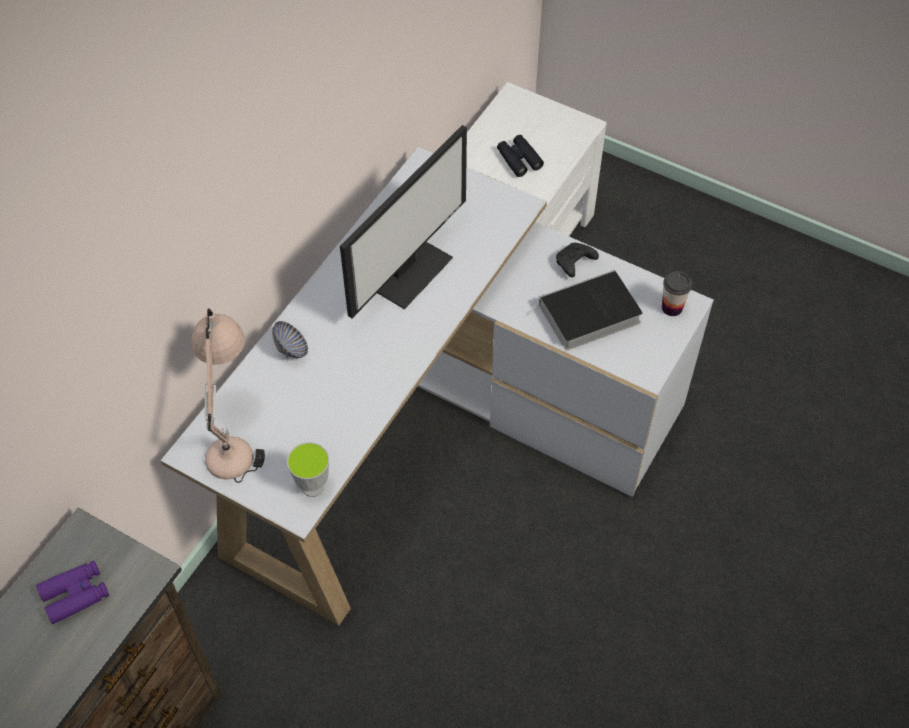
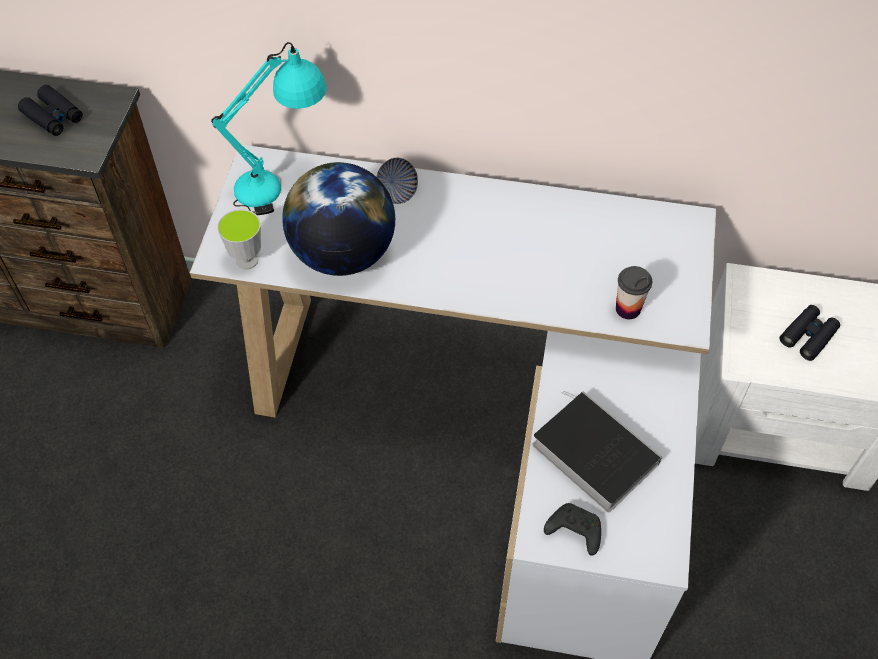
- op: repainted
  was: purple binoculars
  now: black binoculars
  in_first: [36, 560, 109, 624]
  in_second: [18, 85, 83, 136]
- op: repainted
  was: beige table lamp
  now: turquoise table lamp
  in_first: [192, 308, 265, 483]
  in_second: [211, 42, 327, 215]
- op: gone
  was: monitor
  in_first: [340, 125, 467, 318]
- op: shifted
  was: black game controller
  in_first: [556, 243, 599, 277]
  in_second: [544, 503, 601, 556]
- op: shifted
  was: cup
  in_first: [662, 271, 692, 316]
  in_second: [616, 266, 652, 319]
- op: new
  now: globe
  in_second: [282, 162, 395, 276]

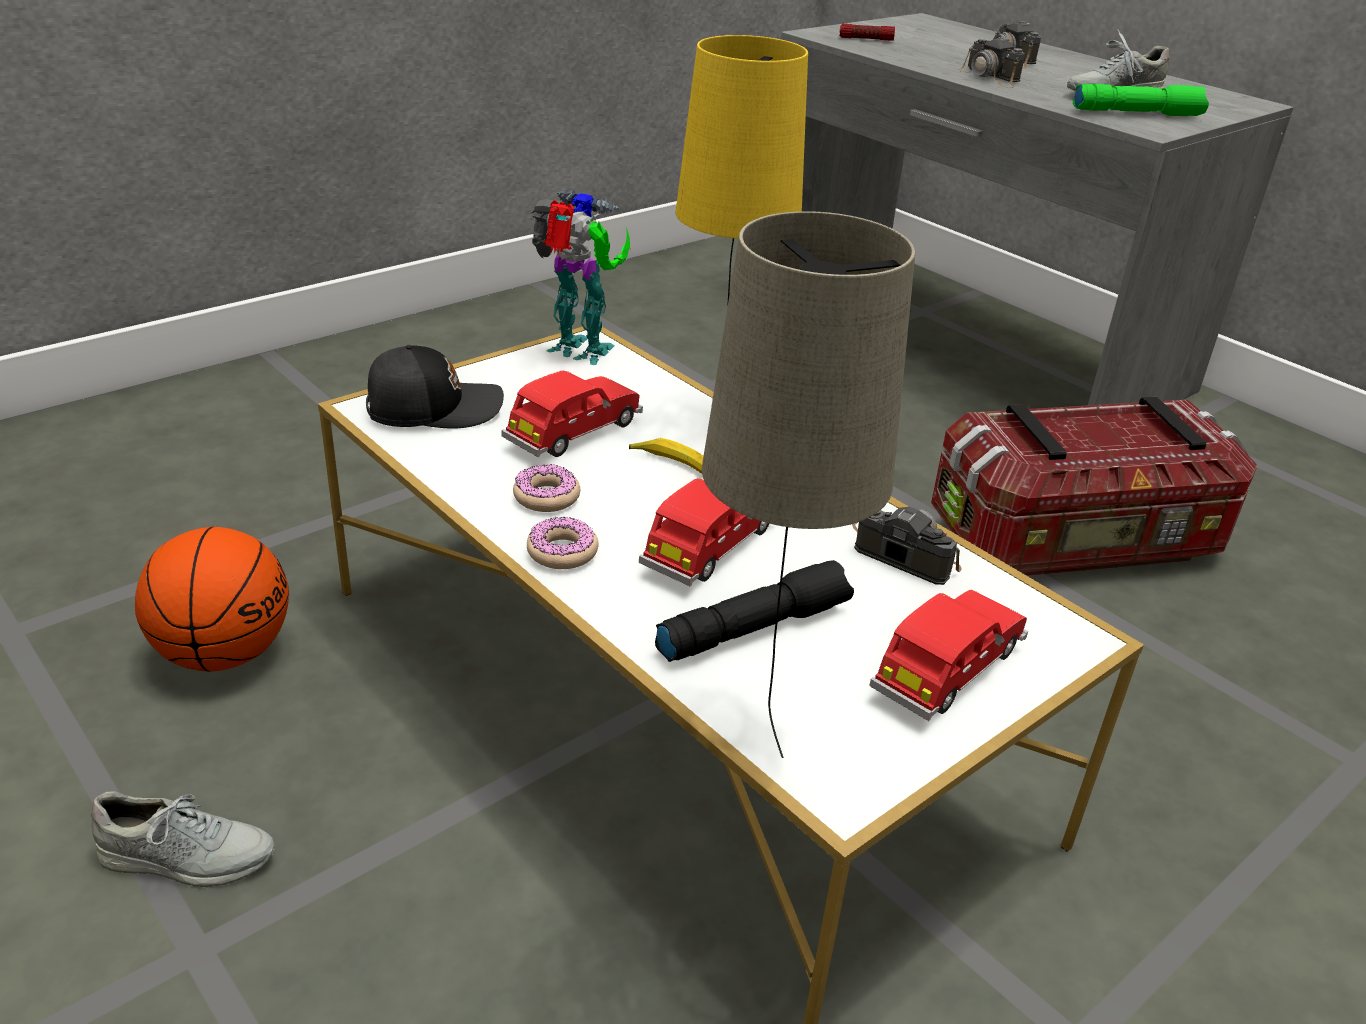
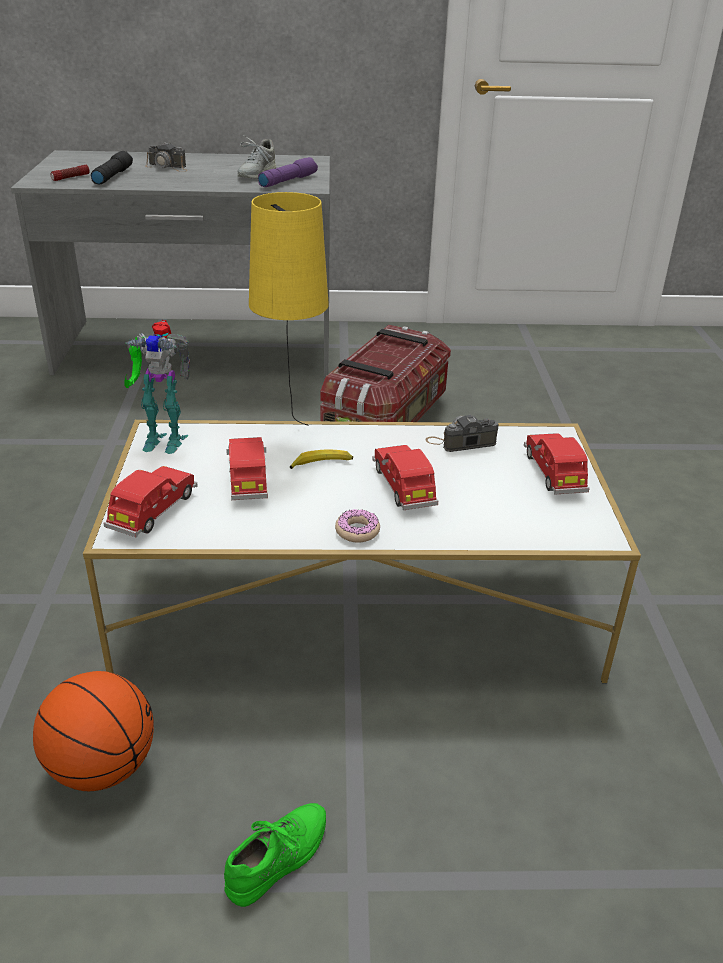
- op: repainted
  was: grey shoe
  now: green shoe
  in_first: [91, 792, 275, 887]
  in_second: [224, 803, 326, 907]
- op: swapped
  was: black cap
  now: red toy car
  in_first: [366, 345, 504, 429]
  in_second: [104, 466, 198, 538]
- op: gone
  was: donut
  in_first: [513, 464, 580, 512]
- op: rotated
  was: toy robot
  in_first: [530, 189, 630, 365]
  in_second: [124, 320, 190, 454]
  clockwise: -150
- op: shifted
  was: black flashlight
  in_first: [655, 560, 854, 662]
  in_second: [91, 151, 133, 184]
- op: gone
  was: beige table lamp
  in_first: [702, 211, 915, 758]
- op: gone
  was: photo camera
  in_first: [958, 37, 1025, 88]
- op: repainted
  was: green flashlight
  now: purple flashlight
  in_first: [1073, 84, 1209, 116]
  in_second: [258, 157, 318, 187]

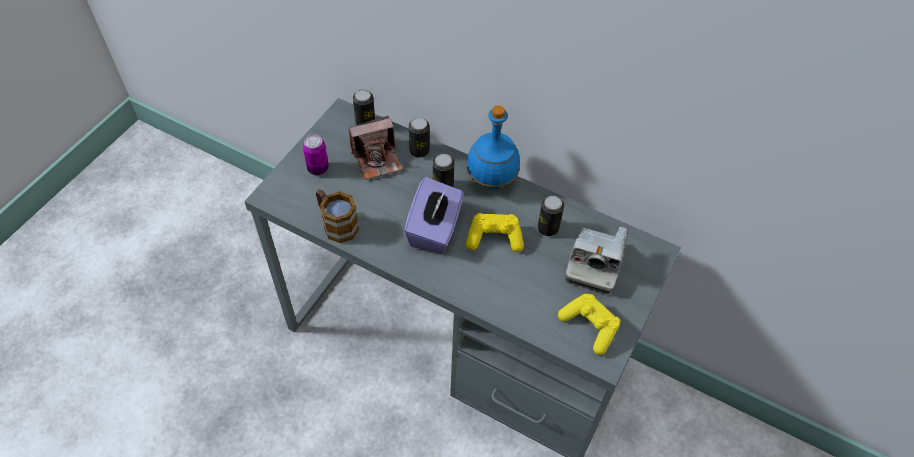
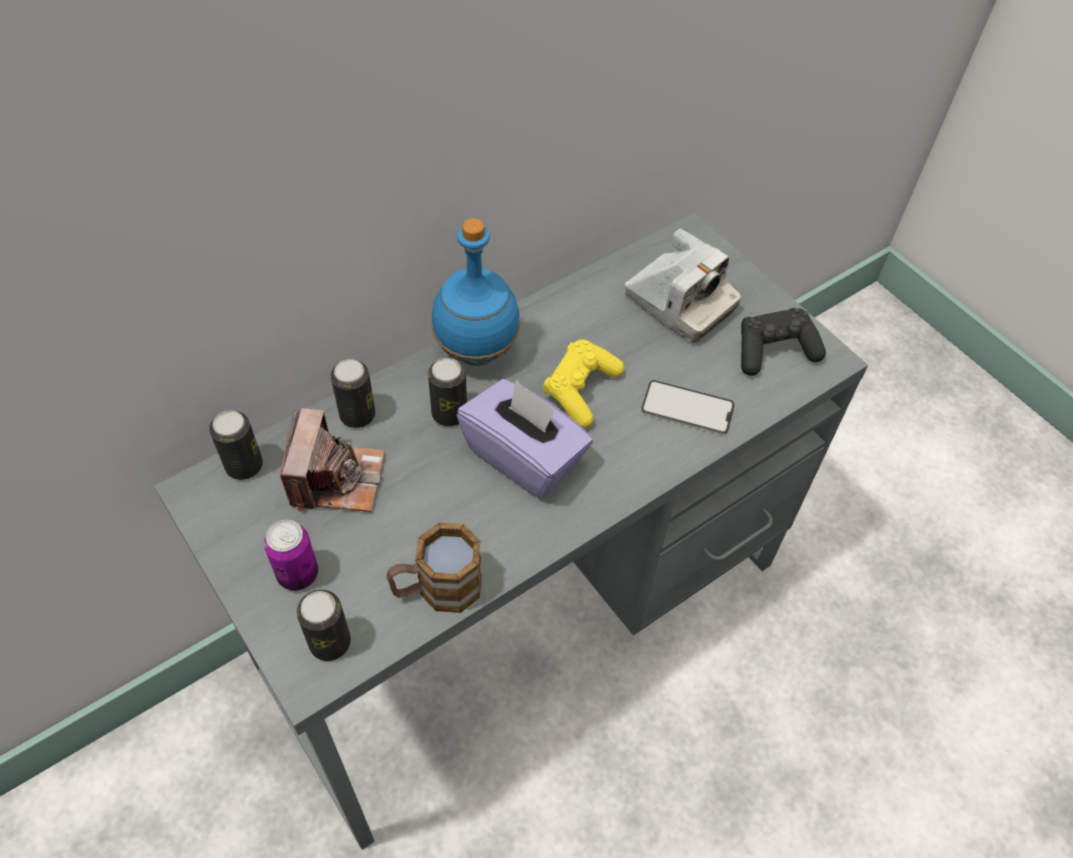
- op: shifted
  was: can
  in_first: [538, 196, 564, 236]
  in_second: [297, 590, 351, 661]
- op: repainted
  was: yellow game controller
  now: black game controller
  in_first: [558, 294, 621, 355]
  in_second: [741, 308, 826, 376]
- op: new
  now: phone
  in_second: [641, 380, 735, 435]

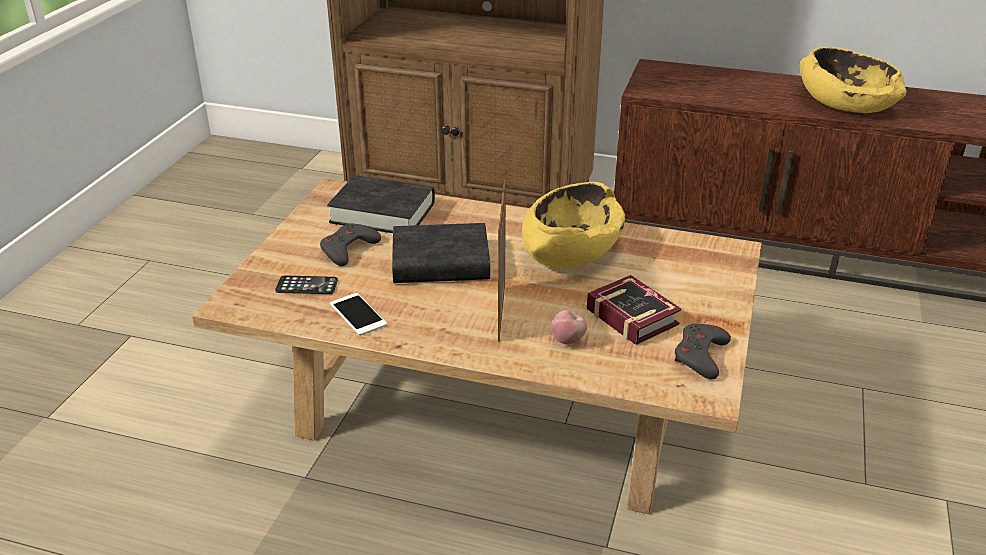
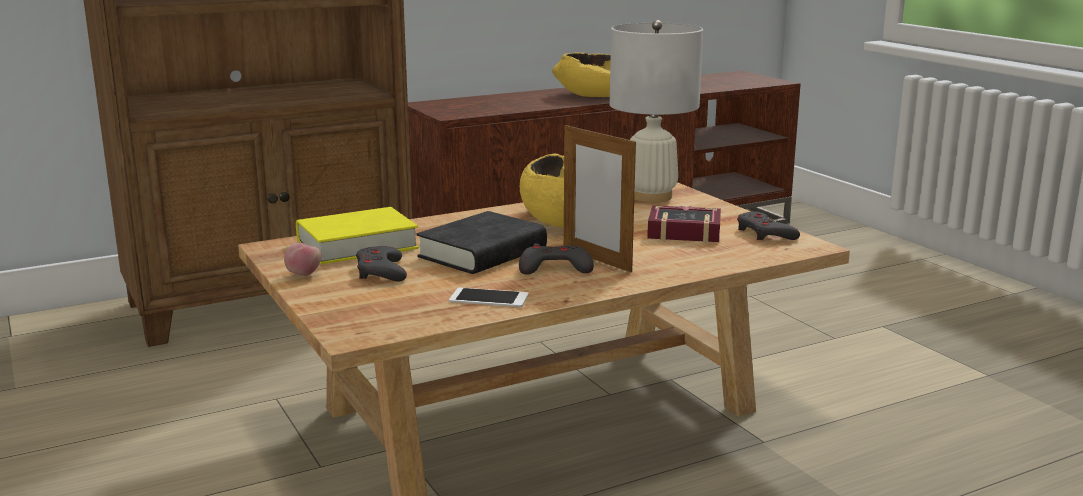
- op: gone
  was: phone
  in_first: [275, 275, 338, 294]
- op: repainted
  was: black book
  now: yellow book
  in_first: [327, 175, 435, 233]
  in_second: [296, 207, 419, 265]
- op: shifted
  was: apple
  in_first: [551, 310, 587, 345]
  in_second: [284, 243, 321, 276]
- op: new
  now: grey game controller
  in_second: [519, 243, 594, 275]
- op: new
  now: white table lamp
  in_second: [610, 20, 703, 202]

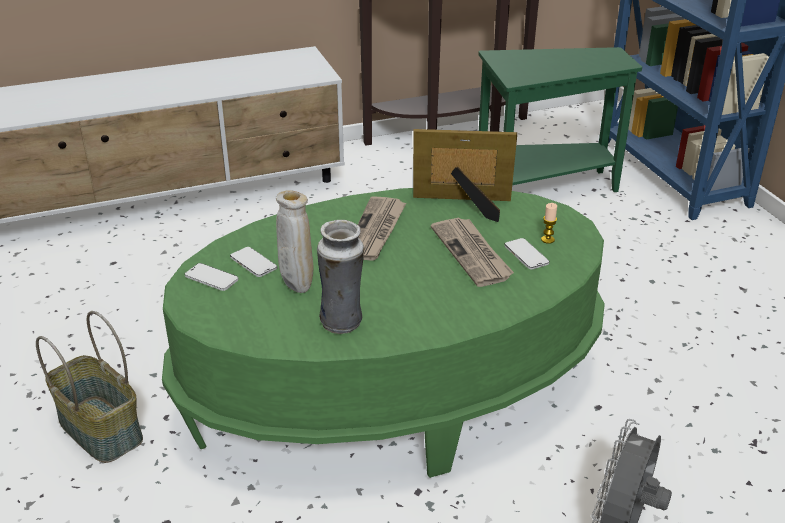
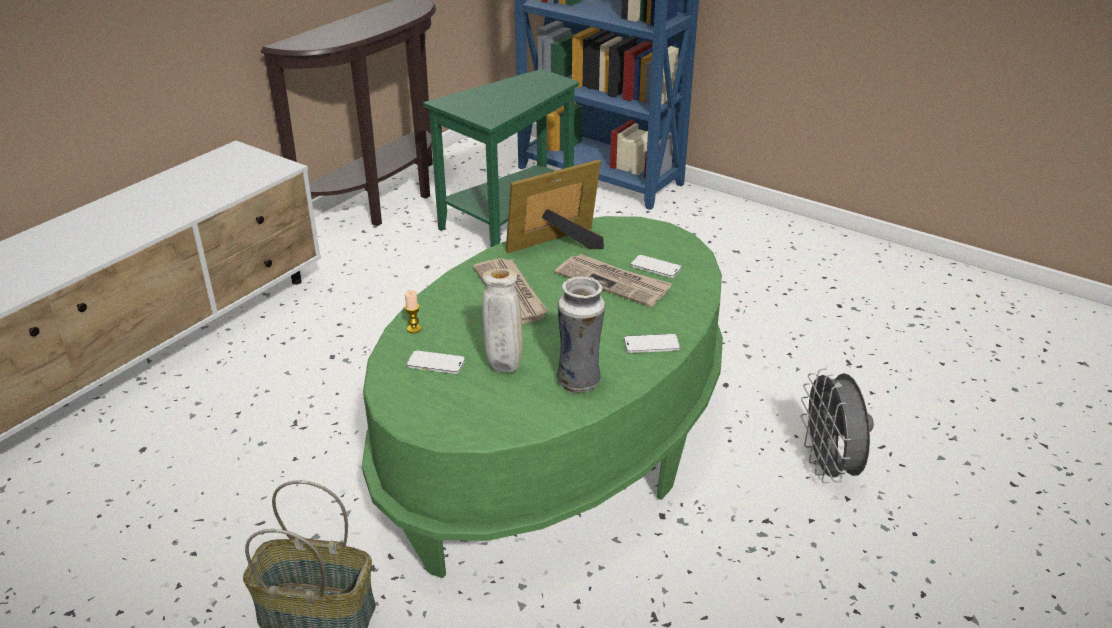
- op: shifted
  was: phone
  in_first: [185, 263, 239, 291]
  in_second: [624, 334, 680, 353]
- op: shifted
  was: candle
  in_first: [541, 203, 557, 244]
  in_second: [405, 290, 421, 333]

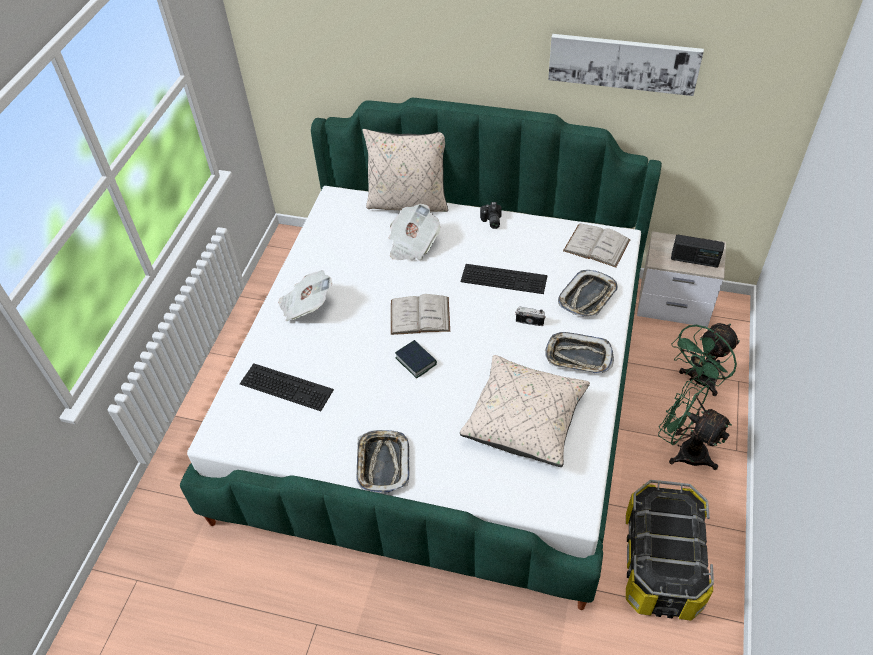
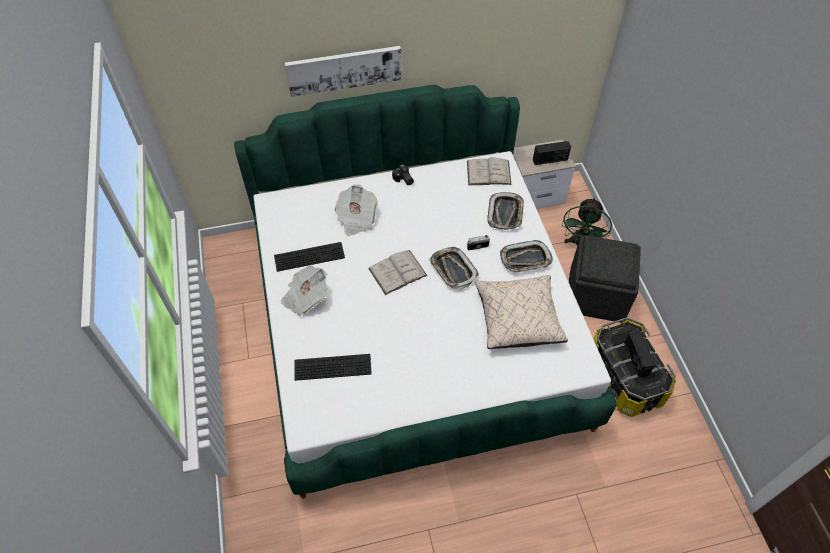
- op: shifted
  was: tray
  in_first: [356, 430, 410, 494]
  in_second: [429, 247, 479, 289]
- op: gone
  was: beige pillow
  in_first: [363, 129, 448, 212]
- op: gone
  was: book
  in_first: [395, 340, 437, 379]
- op: shifted
  was: keyboard
  in_first: [461, 264, 548, 294]
  in_second: [274, 242, 345, 272]
- op: shifted
  was: picture
  in_first: [548, 34, 704, 96]
  in_second: [285, 46, 402, 97]
- op: swapped
  was: green fan
  now: grey ottoman
  in_first: [658, 379, 732, 470]
  in_second: [569, 235, 641, 323]
- op: new
  now: radio
  in_second: [624, 330, 655, 377]

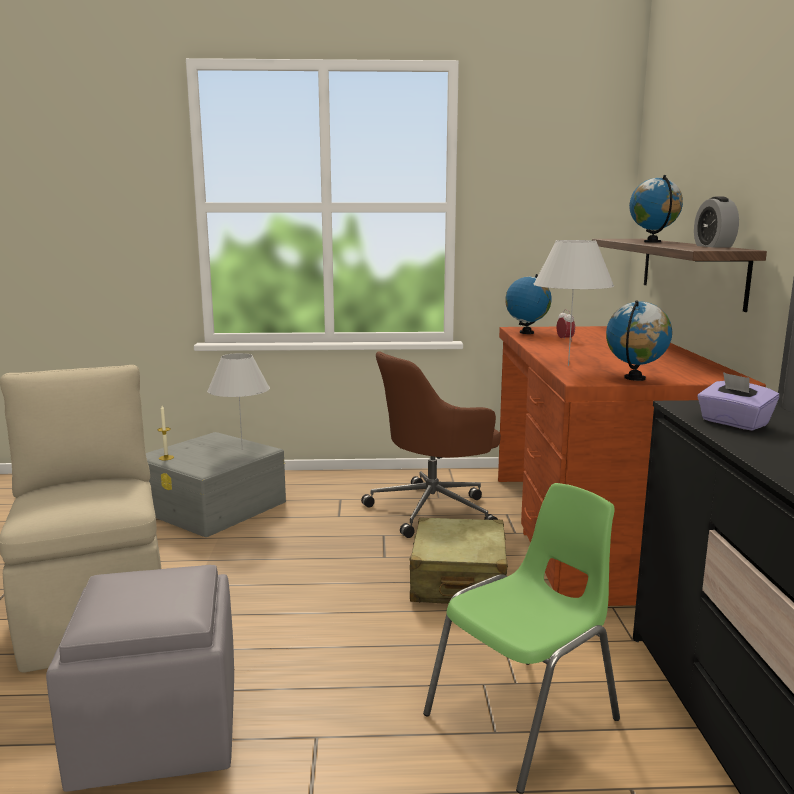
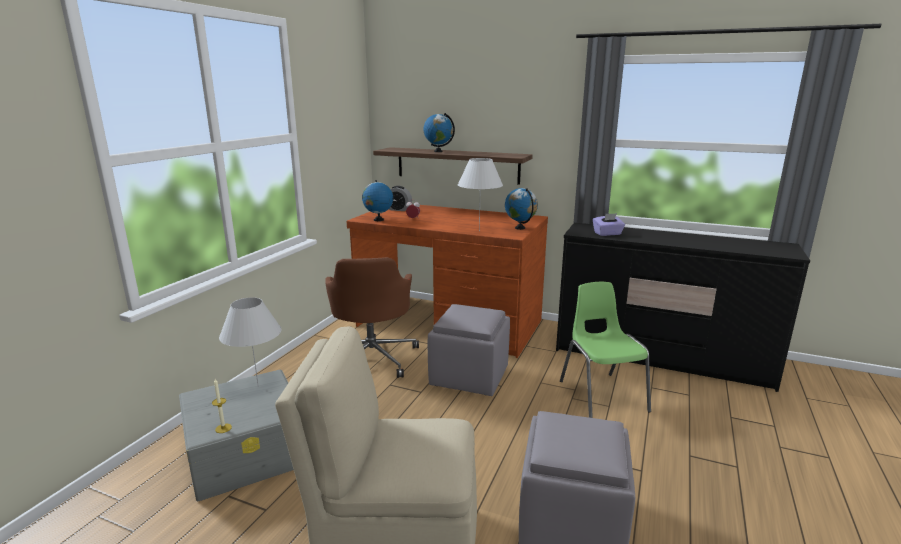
- op: swapped
  was: beige suitcase
  now: grey ottoman
  in_first: [409, 517, 508, 604]
  in_second: [428, 304, 510, 396]
- op: shifted
  was: alarm clock
  in_first: [694, 196, 739, 248]
  in_second: [389, 186, 412, 211]

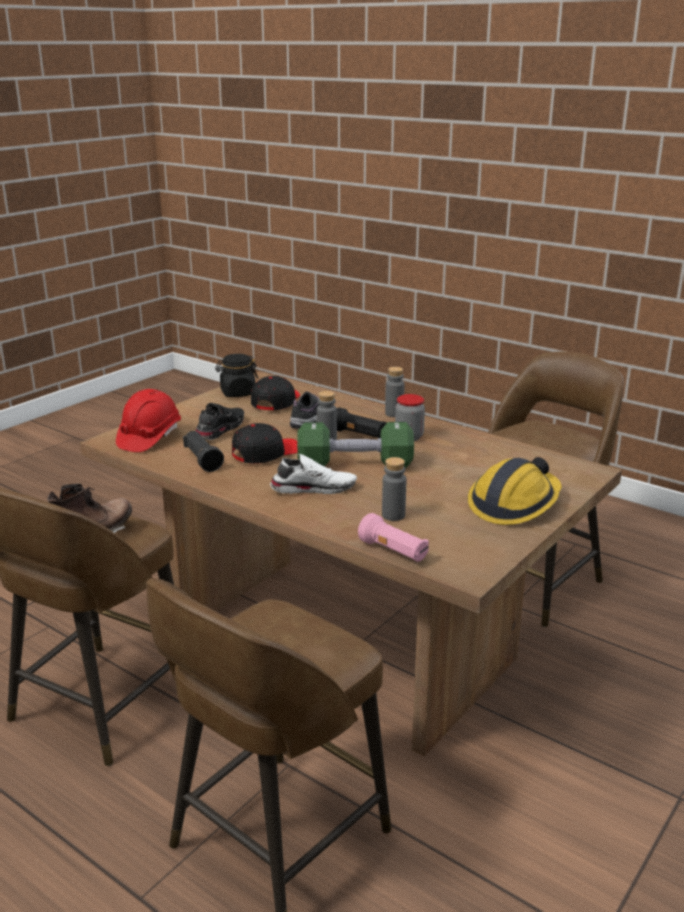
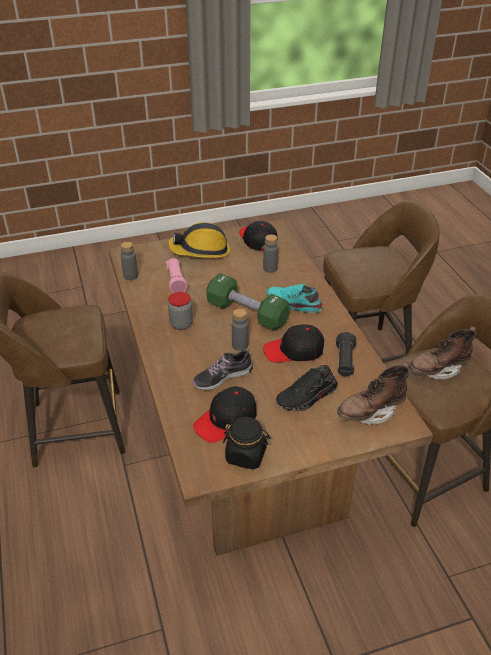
- op: swapped
  was: red hard hat
  now: brown boot
  in_first: [116, 389, 181, 452]
  in_second: [337, 361, 410, 425]
- op: repainted
  was: white shoe
  now: turquoise shoe
  in_first: [270, 454, 357, 494]
  in_second: [267, 284, 323, 313]
- op: gone
  was: black flashlight
  in_first: [337, 407, 387, 438]
- op: shifted
  was: pink flashlight
  in_first: [358, 513, 429, 562]
  in_second: [166, 258, 187, 293]
- op: shifted
  was: grey bottle
  in_first: [385, 367, 405, 417]
  in_second: [121, 242, 138, 280]
- op: new
  now: black cap
  in_second: [239, 221, 277, 251]

